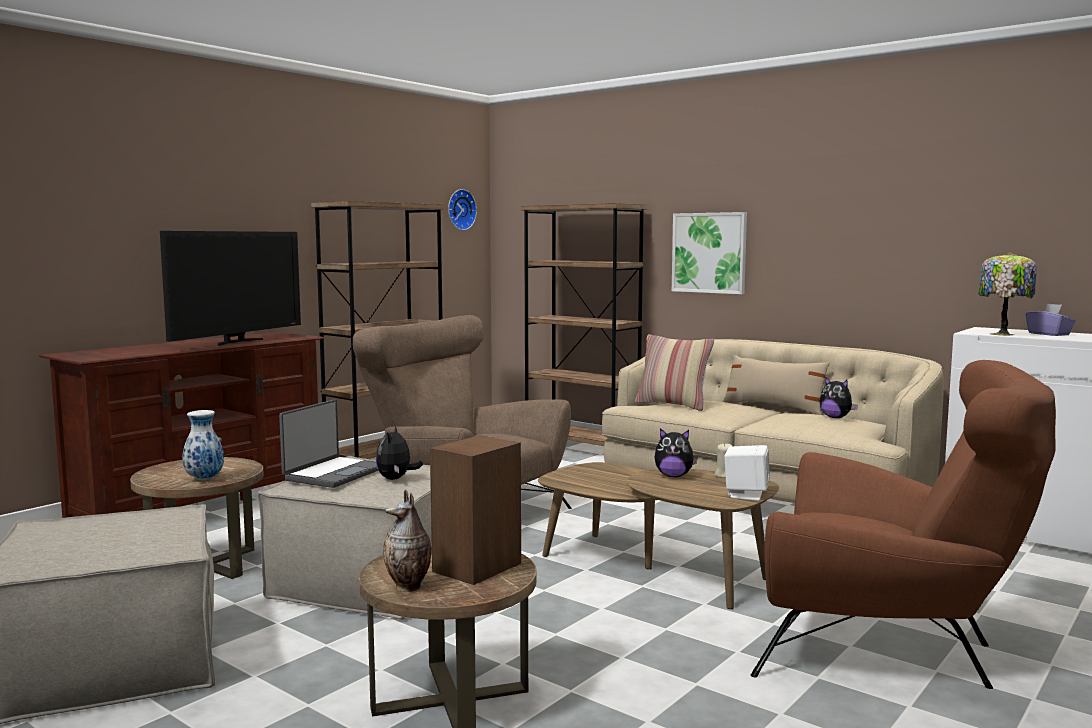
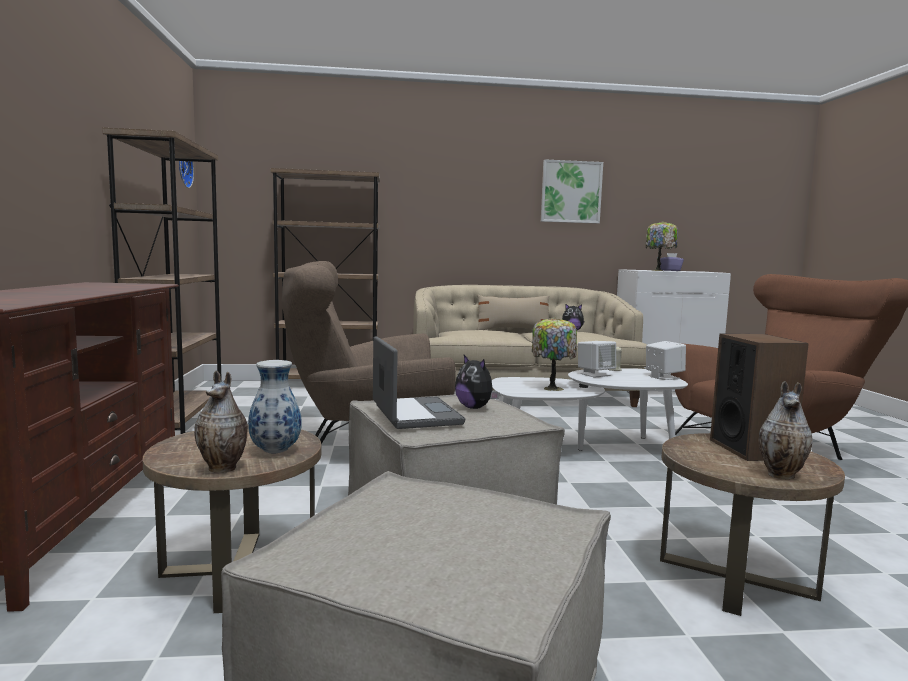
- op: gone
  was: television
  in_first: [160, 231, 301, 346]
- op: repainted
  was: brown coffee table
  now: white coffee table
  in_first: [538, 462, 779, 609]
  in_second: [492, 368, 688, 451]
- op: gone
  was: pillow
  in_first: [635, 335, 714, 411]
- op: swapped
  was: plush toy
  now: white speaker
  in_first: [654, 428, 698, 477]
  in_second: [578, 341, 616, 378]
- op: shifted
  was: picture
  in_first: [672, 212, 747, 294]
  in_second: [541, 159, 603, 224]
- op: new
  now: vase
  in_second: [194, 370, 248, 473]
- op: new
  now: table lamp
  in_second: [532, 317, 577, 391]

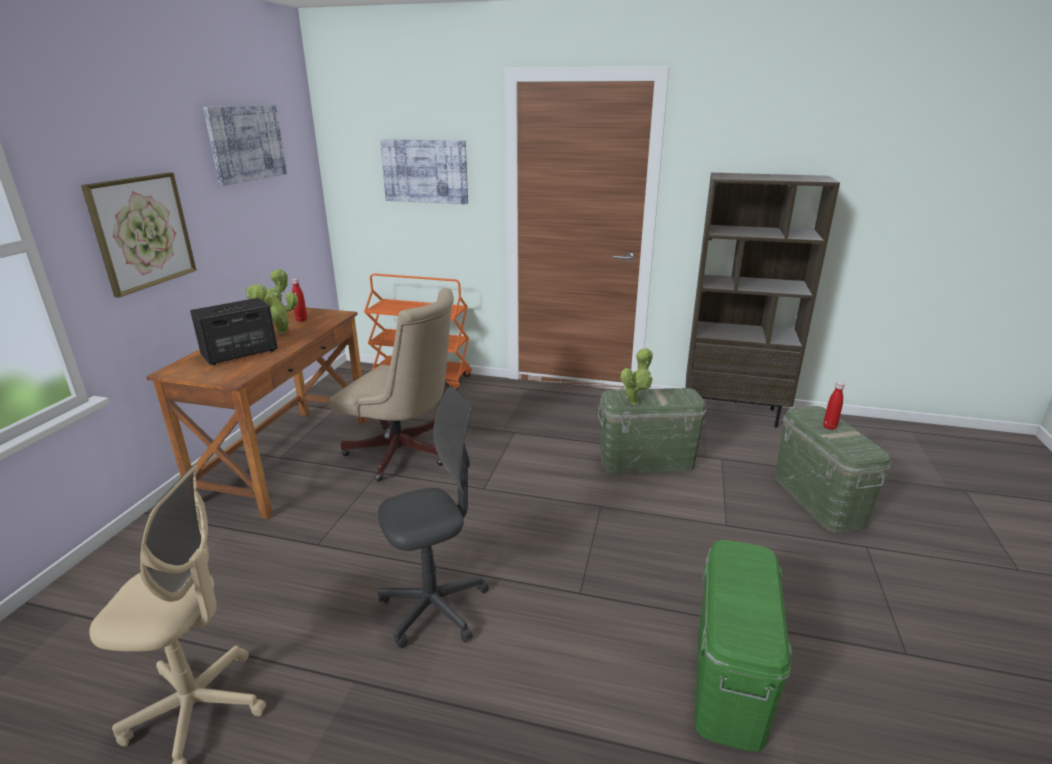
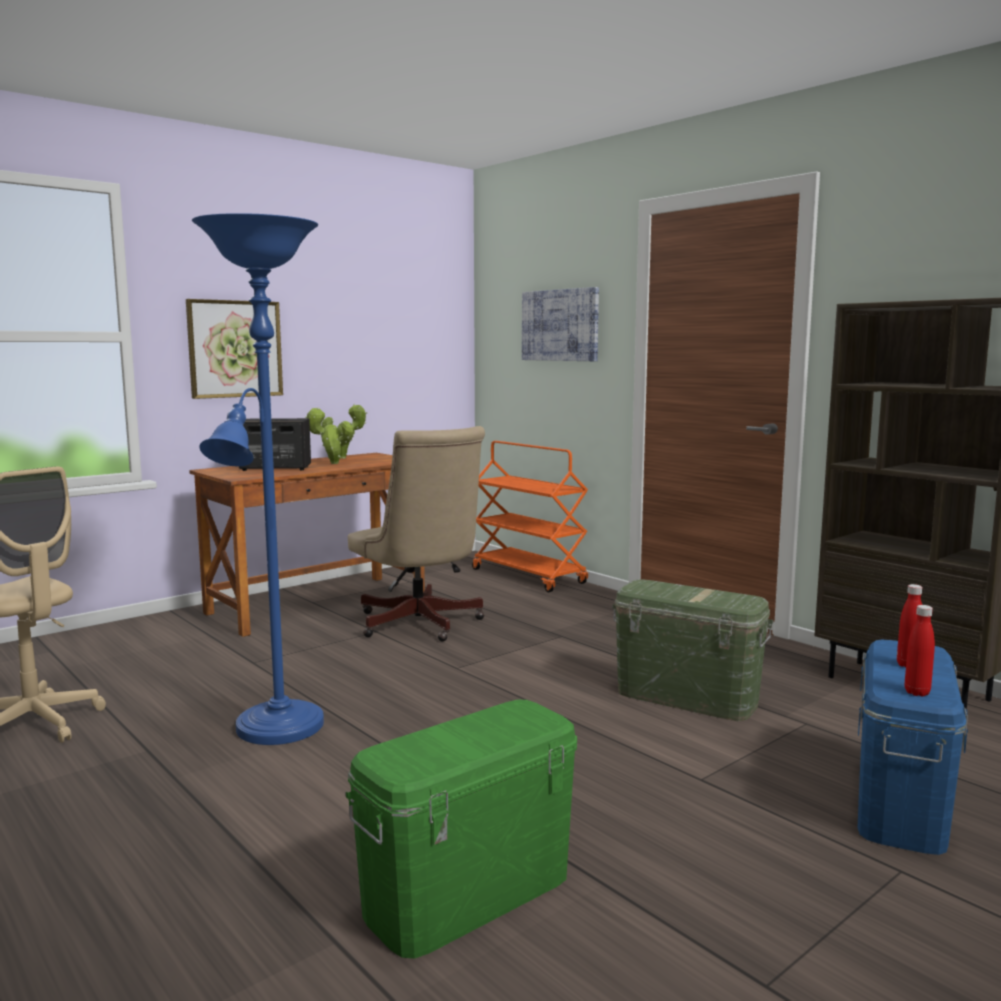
- op: gone
  was: picture
  in_first: [203, 105, 287, 186]
- op: shifted
  was: red bottle
  in_first: [292, 279, 307, 322]
  in_second: [904, 605, 935, 696]
- op: swapped
  was: grey office chair
  now: blue floor lamp
  in_first: [378, 386, 489, 648]
  in_second: [192, 213, 324, 745]
- op: gone
  was: potted plant
  in_first: [621, 348, 653, 405]
- op: repainted
  was: green storage box
  now: blue storage box
  in_first: [775, 406, 891, 533]
  in_second: [857, 640, 968, 855]

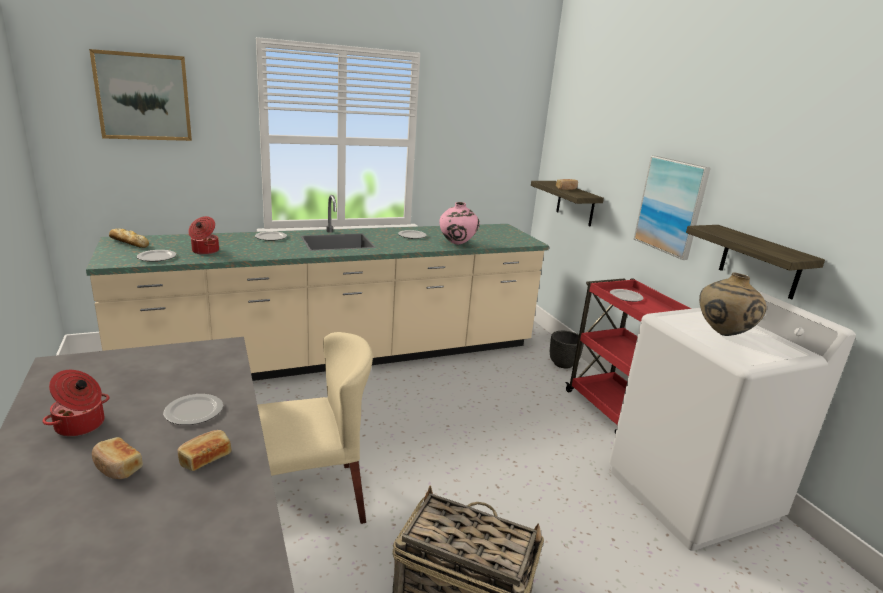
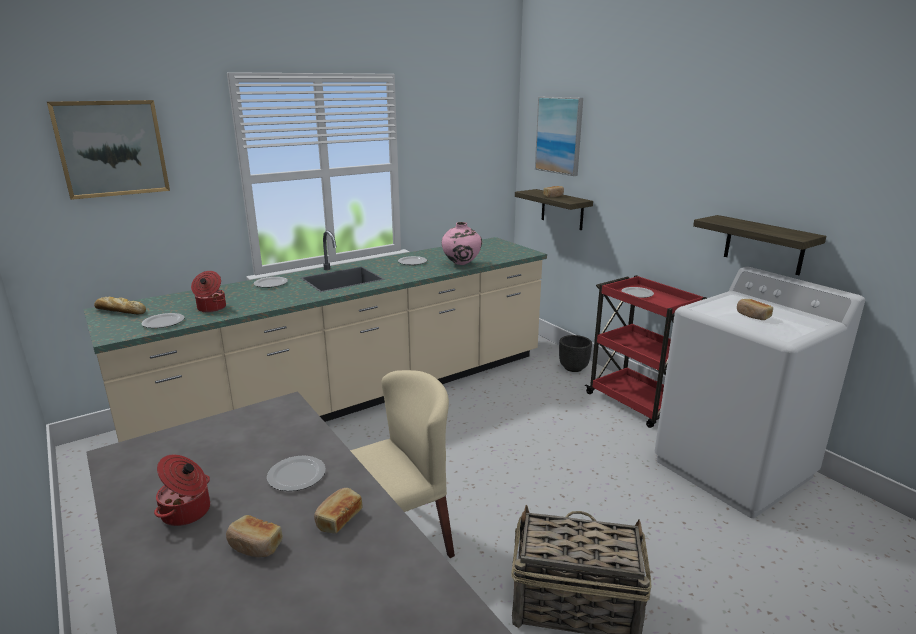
- op: shifted
  was: picture
  in_first: [634, 156, 711, 260]
  in_second: [535, 97, 583, 176]
- op: swapped
  was: beige vase
  now: bread
  in_first: [699, 272, 766, 336]
  in_second: [737, 299, 773, 320]

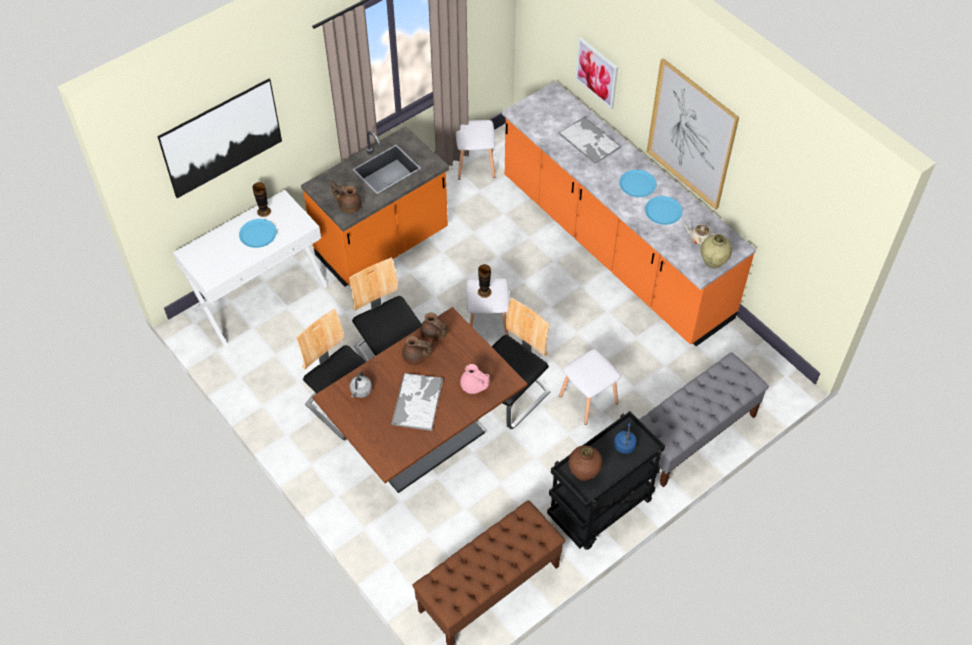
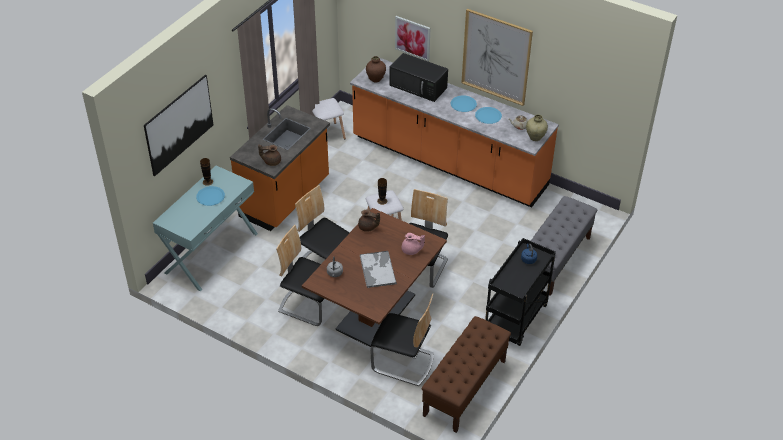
- op: repainted
  was: white console table
  now: turquoise console table
  in_first: [173, 190, 327, 348]
  in_second: [153, 166, 258, 292]
- op: gone
  was: brown teapot
  in_first: [402, 336, 433, 365]
- op: swapped
  was: tray
  now: black microwave
  in_first: [559, 117, 621, 164]
  in_second: [389, 53, 448, 102]
- op: gone
  was: white stool
  in_first: [559, 349, 621, 425]
- op: shifted
  was: brown vase
  in_first: [569, 446, 603, 481]
  in_second: [366, 56, 386, 83]
- op: new
  now: chair
  in_second: [370, 293, 434, 386]

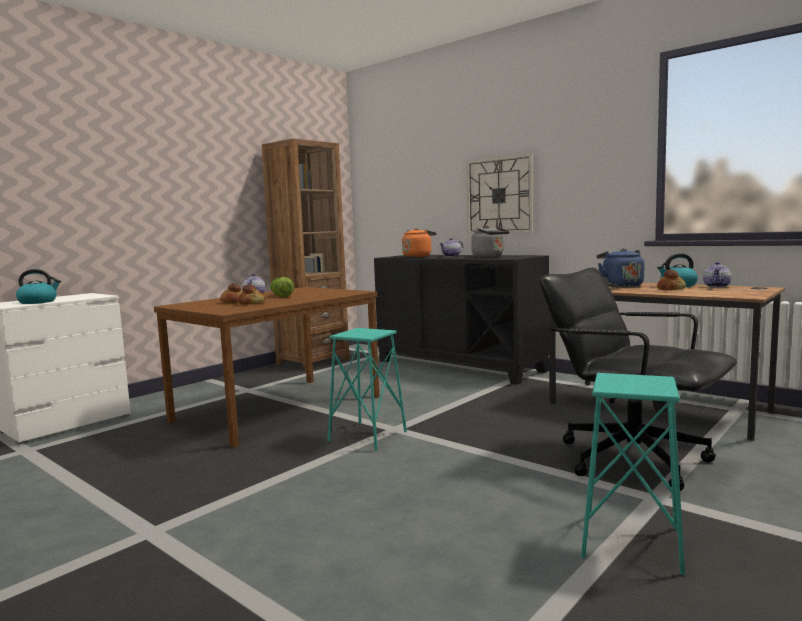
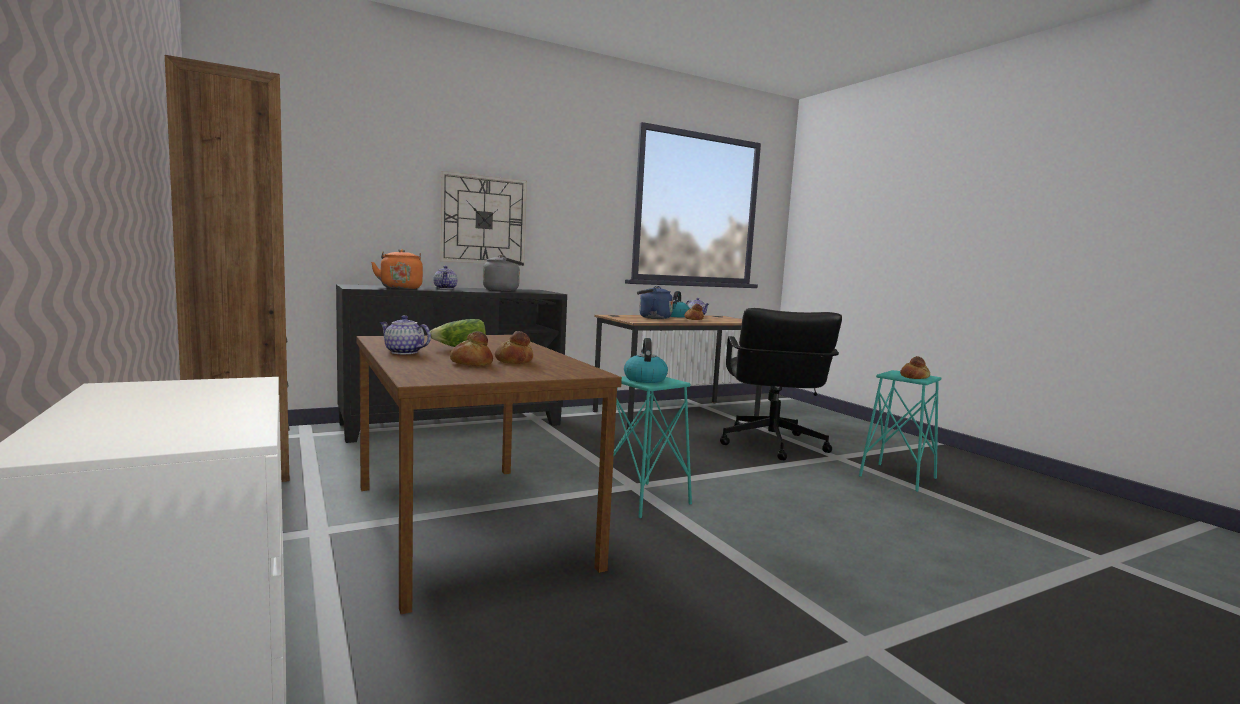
- op: shifted
  was: kettle
  in_first: [16, 269, 61, 304]
  in_second: [624, 338, 668, 383]
- op: rotated
  was: black office chair
  in_first: [540, 267, 737, 491]
  in_second: [720, 308, 842, 460]
  clockwise: -60
- op: new
  now: bread
  in_second: [900, 356, 930, 379]

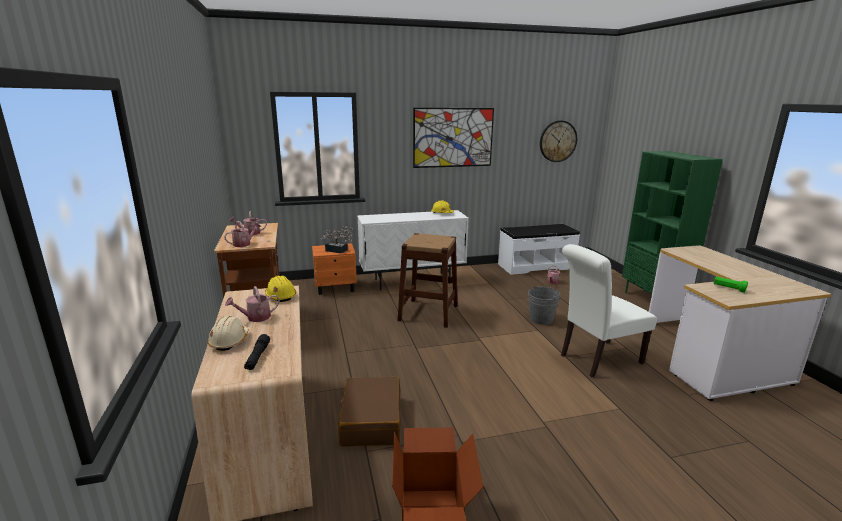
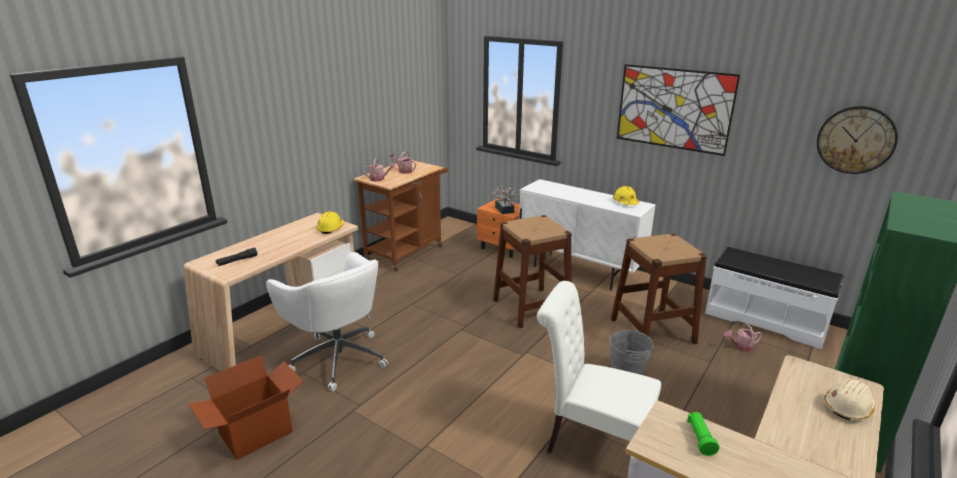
- op: shifted
  was: beige hard hat
  in_first: [207, 316, 249, 351]
  in_second: [824, 378, 875, 420]
- op: gone
  was: watering can
  in_first: [225, 286, 280, 322]
- op: swapped
  was: brown suitcase
  now: white office chair
  in_first: [338, 377, 401, 447]
  in_second: [266, 252, 388, 391]
- op: new
  now: brown stool
  in_second: [611, 234, 707, 344]

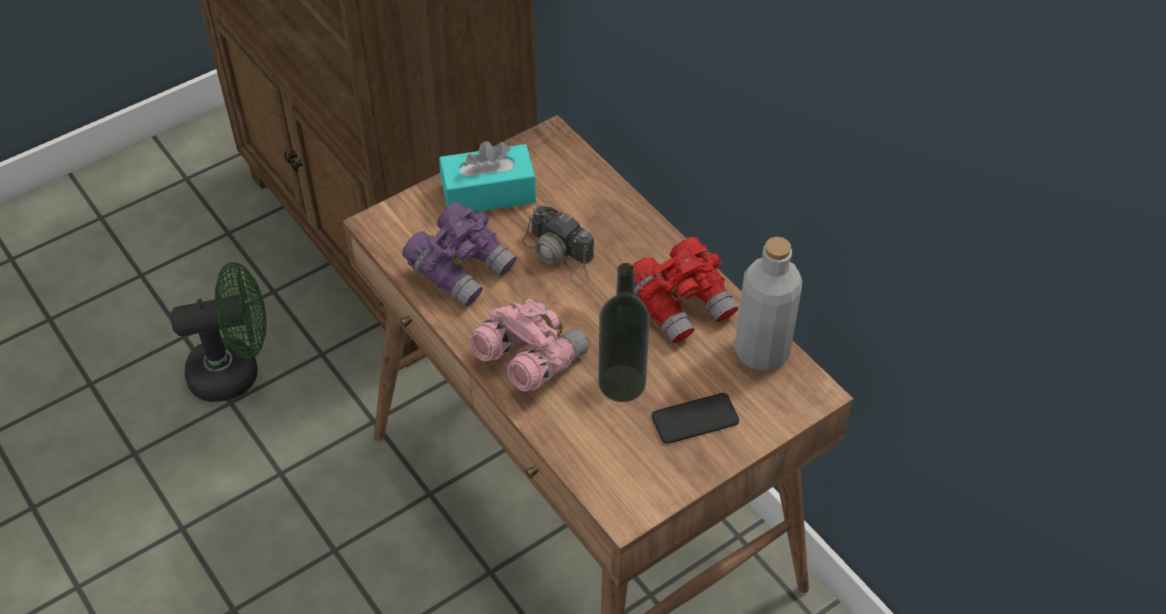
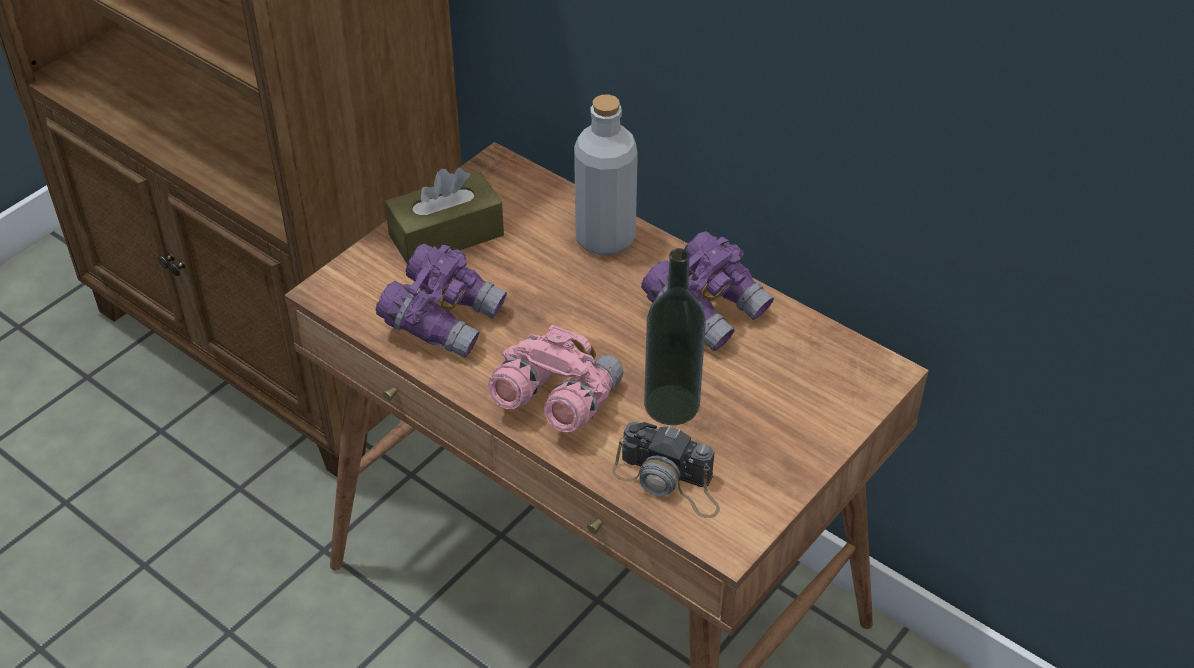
- op: gone
  was: green fan
  in_first: [170, 262, 266, 402]
- op: repainted
  was: turquoise tissue box
  now: brown tissue box
  in_first: [439, 141, 536, 212]
  in_second: [385, 168, 504, 263]
- op: shifted
  was: photo camera
  in_first: [522, 205, 594, 286]
  in_second: [612, 422, 720, 518]
- op: repainted
  was: red binoculars
  now: purple binoculars
  in_first: [633, 237, 738, 343]
  in_second: [641, 231, 774, 351]
- op: gone
  was: phone
  in_first: [652, 393, 739, 444]
- op: shifted
  was: grey bottle
  in_first: [734, 237, 802, 371]
  in_second: [574, 94, 638, 256]

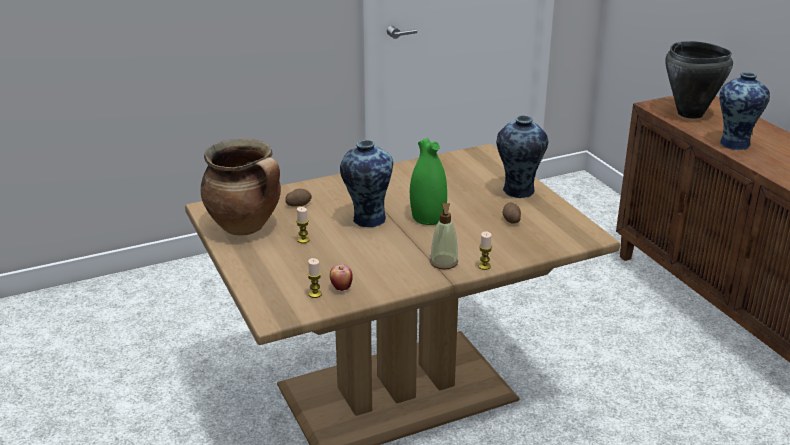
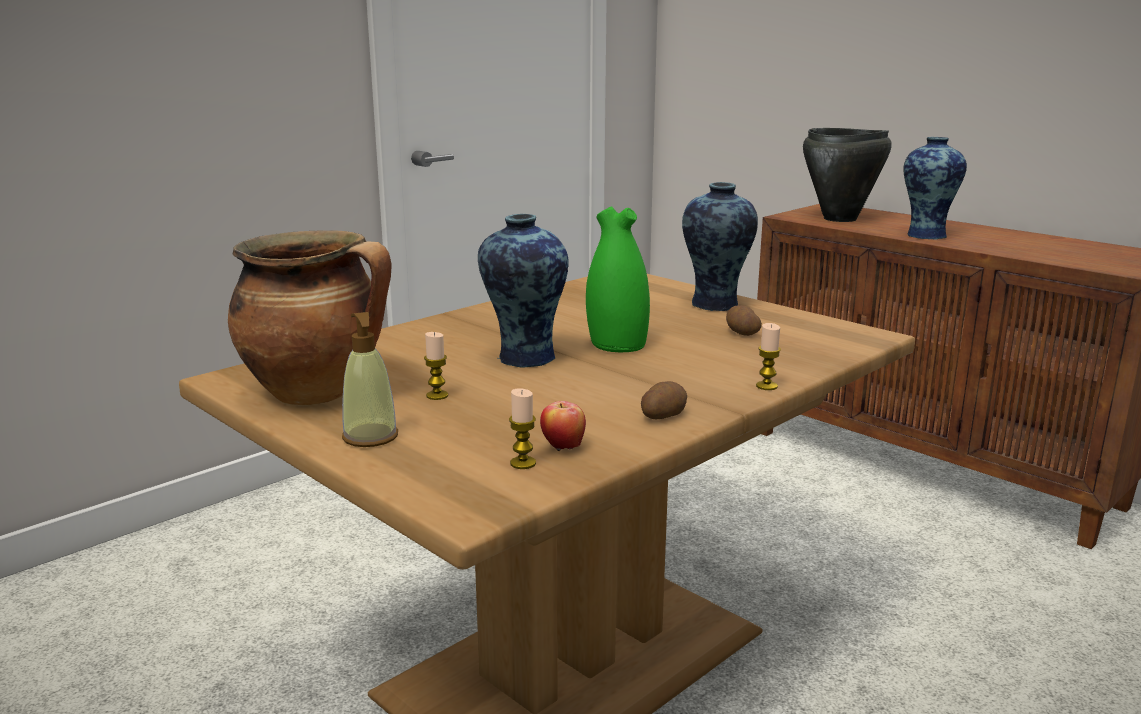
- op: shifted
  was: potato
  in_first: [285, 189, 312, 207]
  in_second: [641, 381, 687, 419]
- op: shifted
  was: soap dispenser
  in_first: [430, 203, 458, 270]
  in_second: [342, 312, 398, 447]

